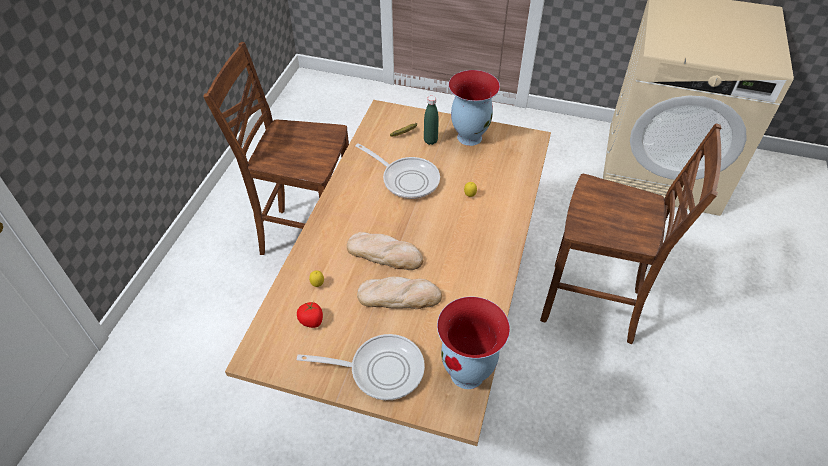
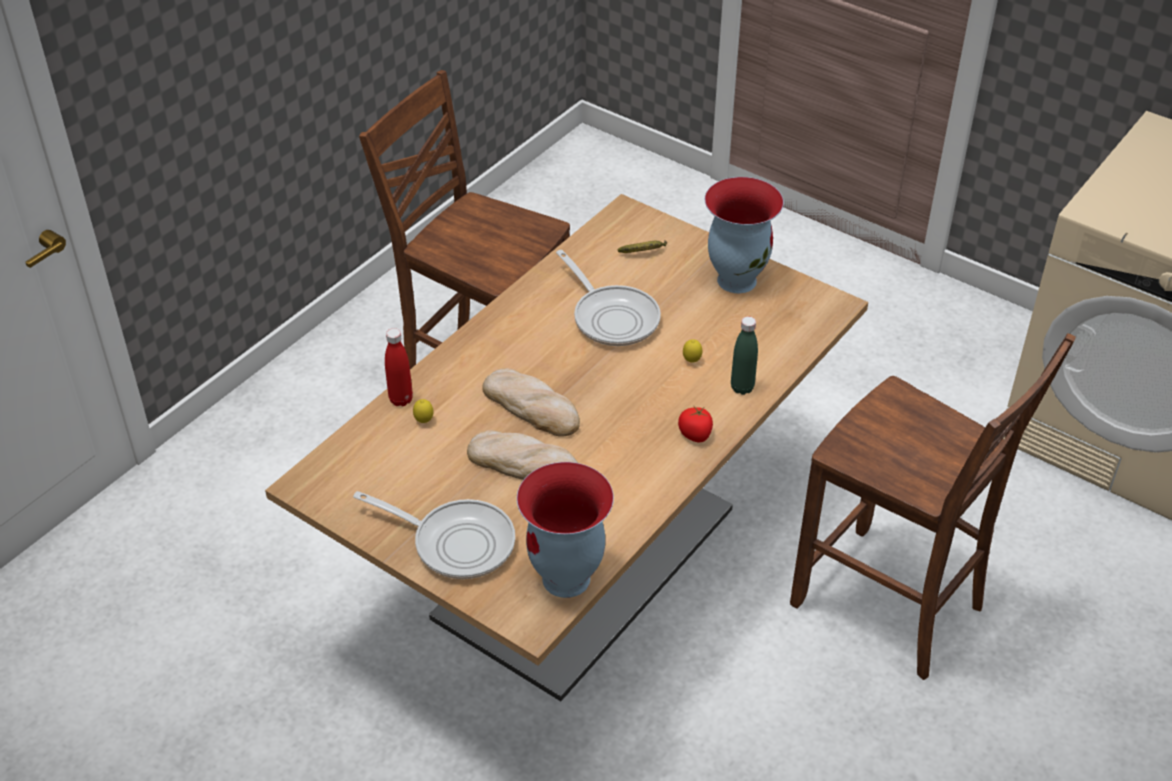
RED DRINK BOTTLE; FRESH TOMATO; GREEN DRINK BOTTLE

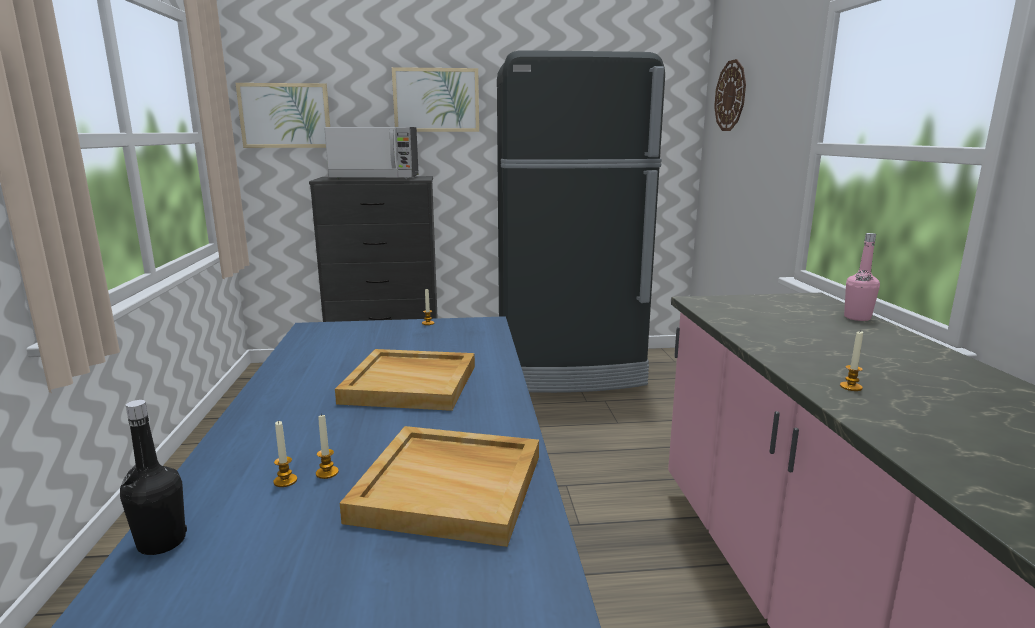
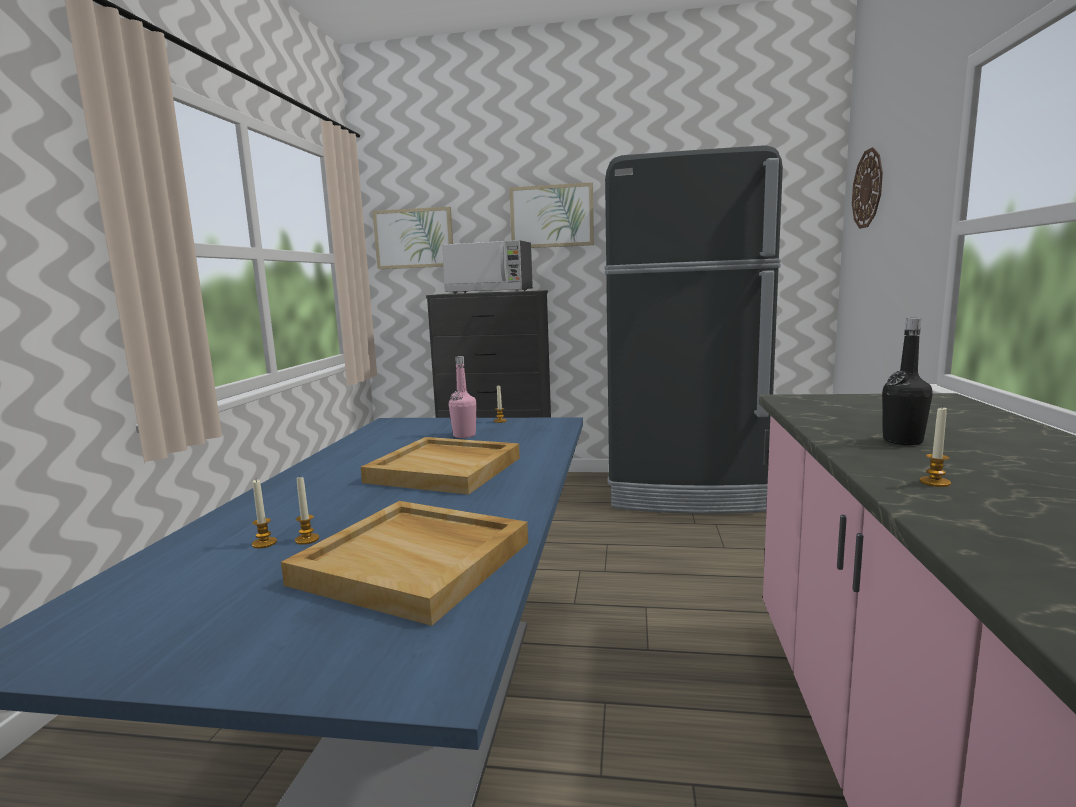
BLACKISH DRINK BOTTLE; PINK-COLOURED DRINK BOTTLE

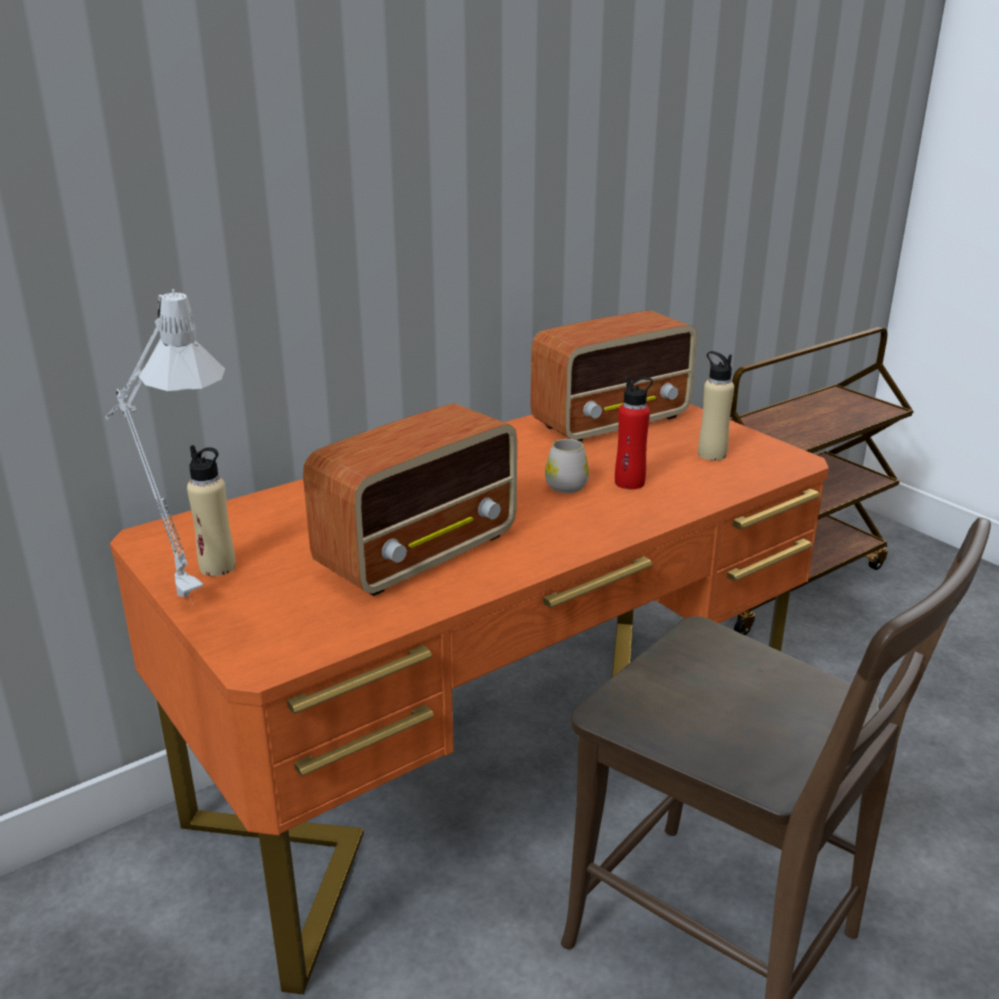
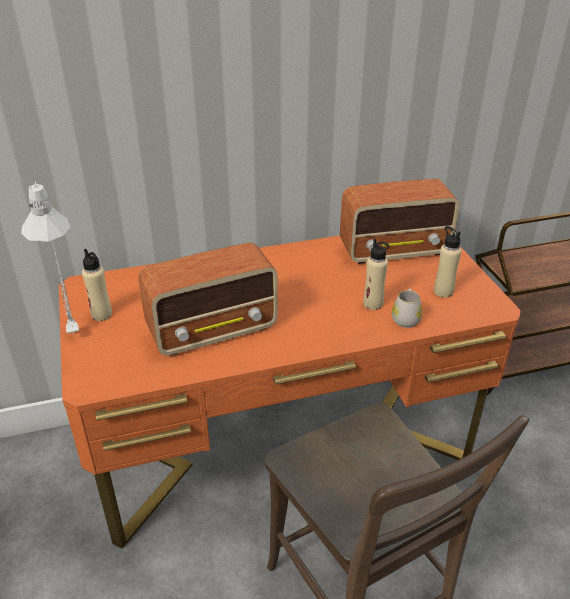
WHITE COFFEE MUG; SAND-COLOURED DRINK BOTTLE (no. 2 from left)

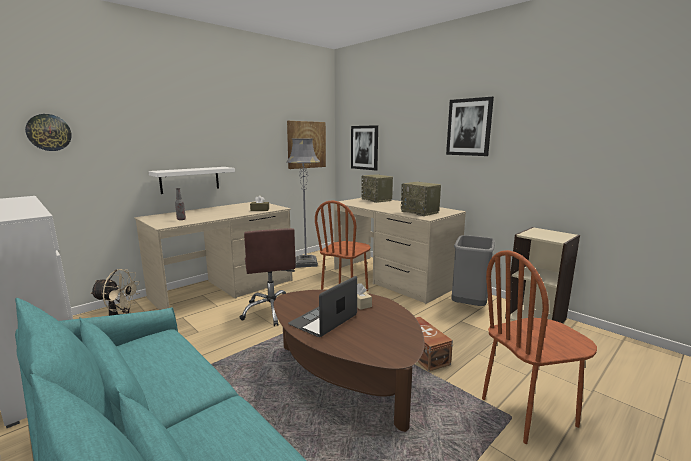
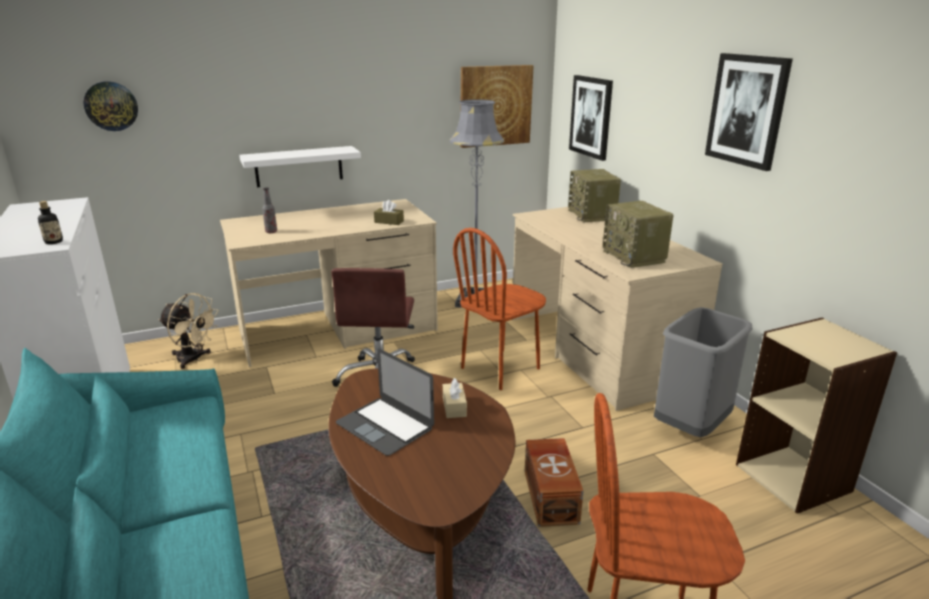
DRINK BOTTLE (no. 1 from left); NOTEBOOK COMPUTER

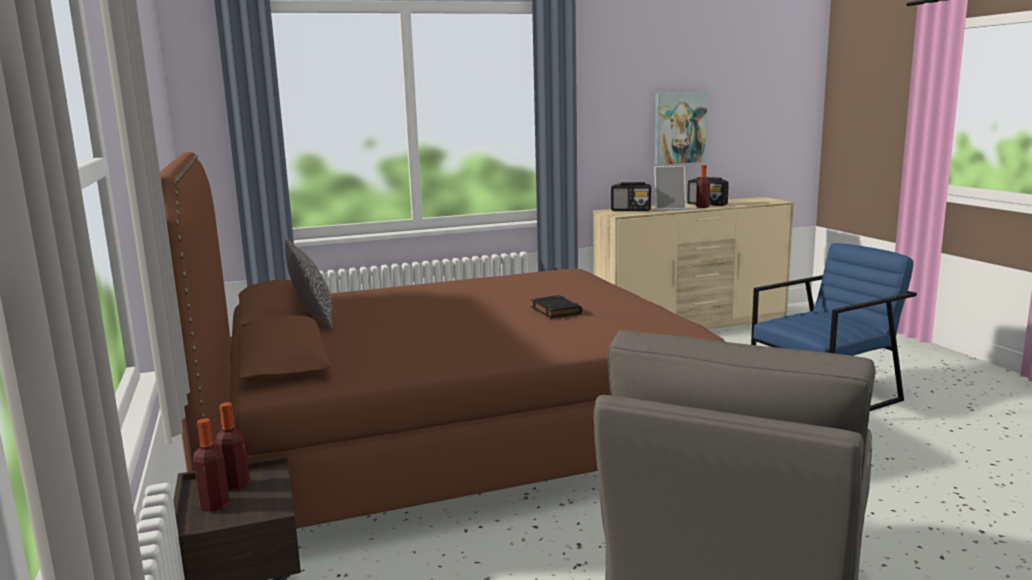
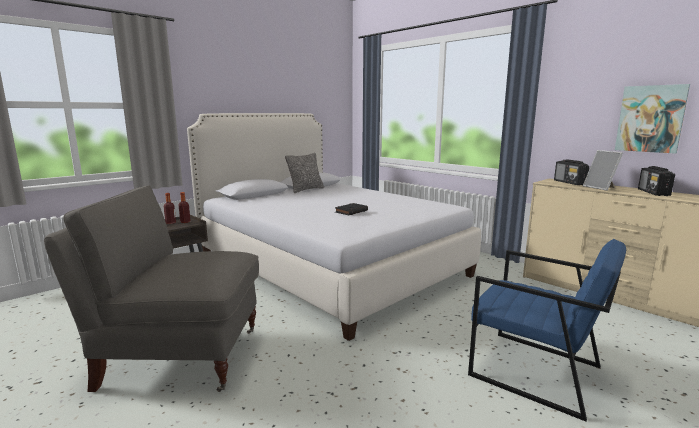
DRINK BOTTLE (no. 3 from left in the first image); WHITE BEDROOM BED

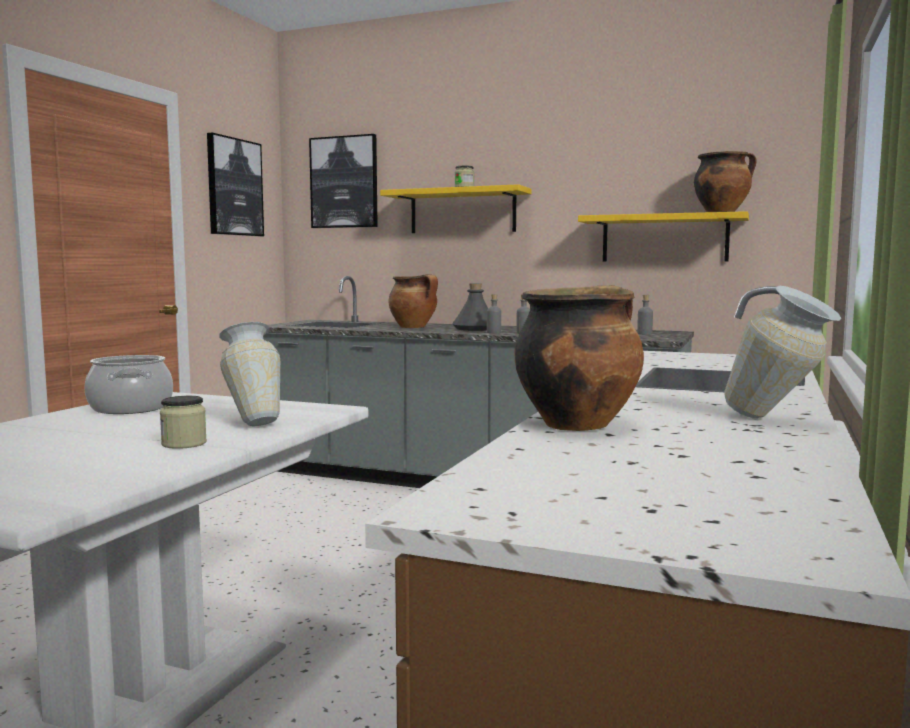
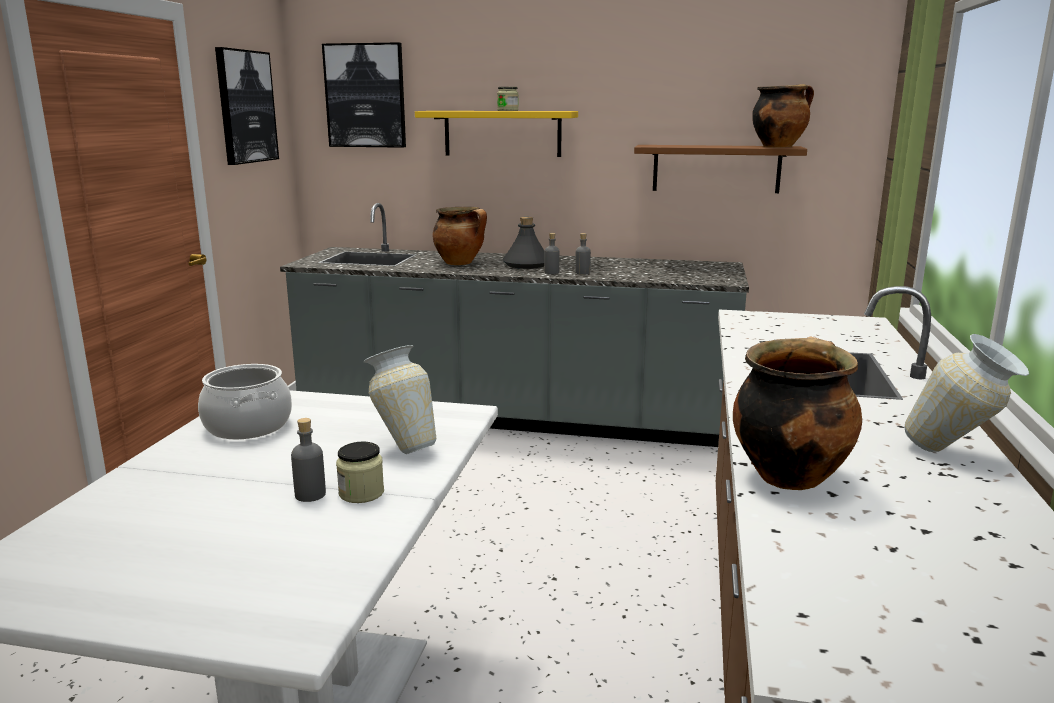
GREYISH DRINK BOTTLE (no. 1 from left); BROWN WALL SHELF

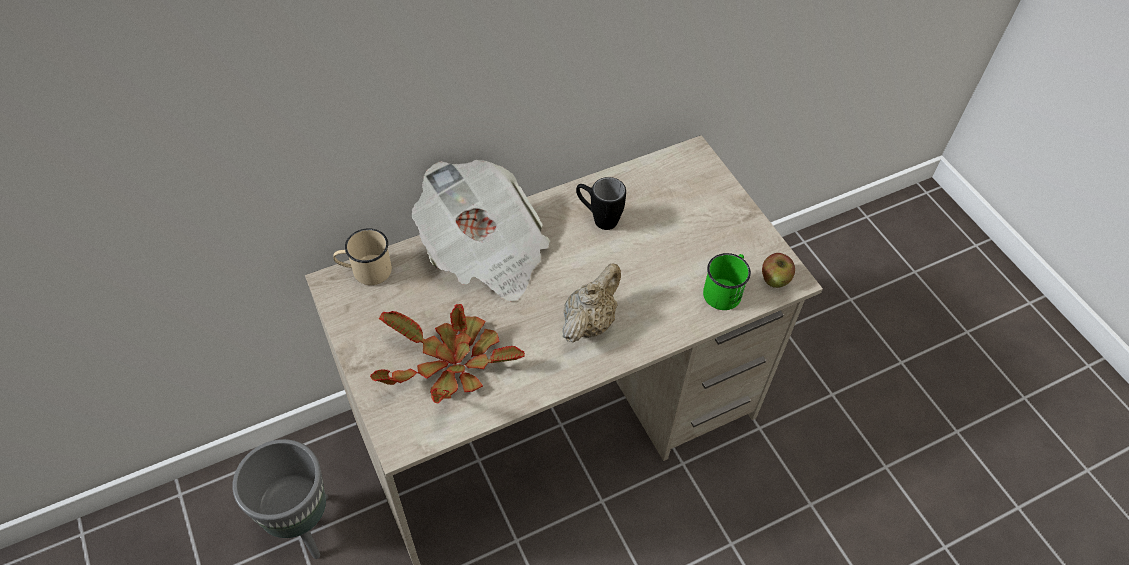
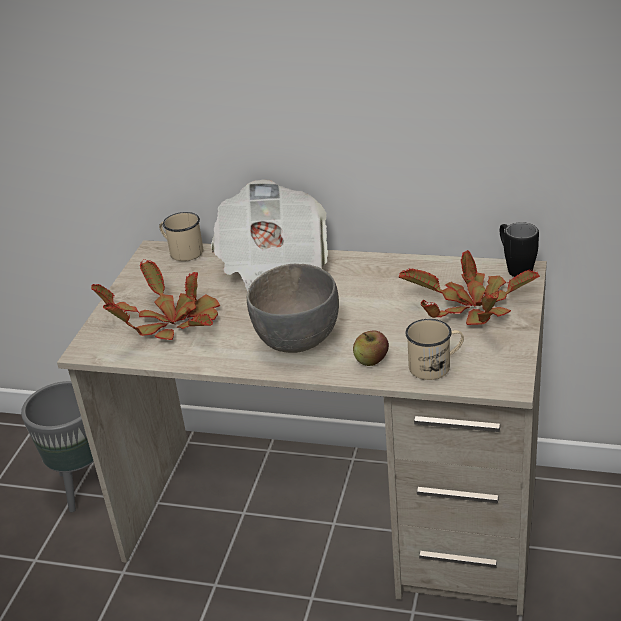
PLANT IN A POT (no. 2 from left); BLACKISH COFFEE MUG; WHOLE APPLE; GREYISH BOWL; SAND-COLOURED COFFEE MUG (no. 2 from left)

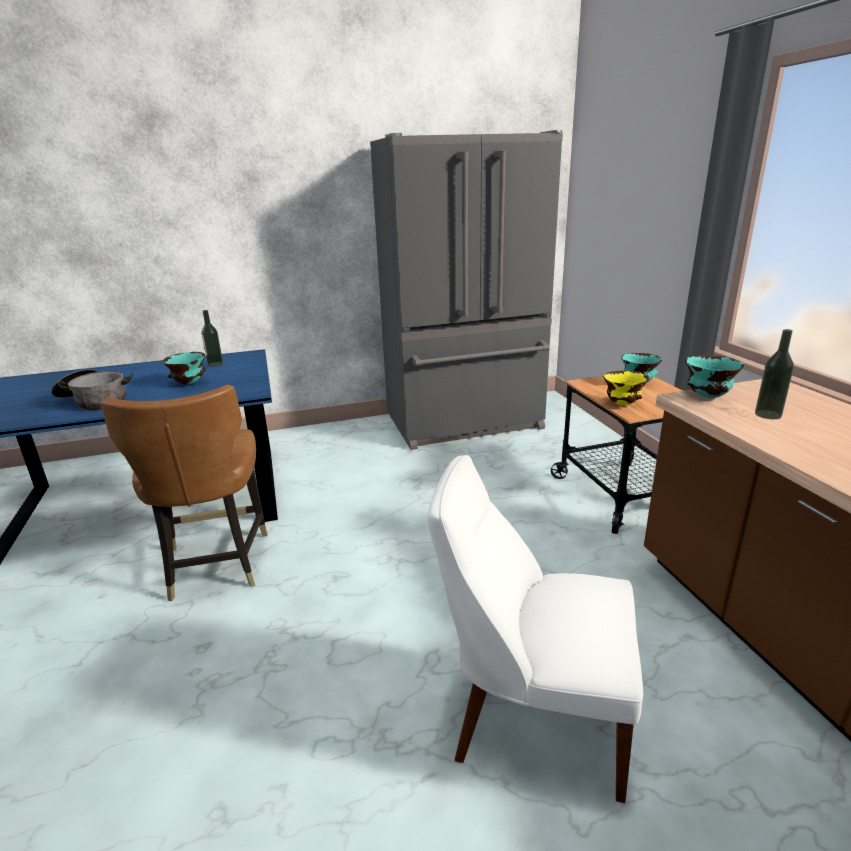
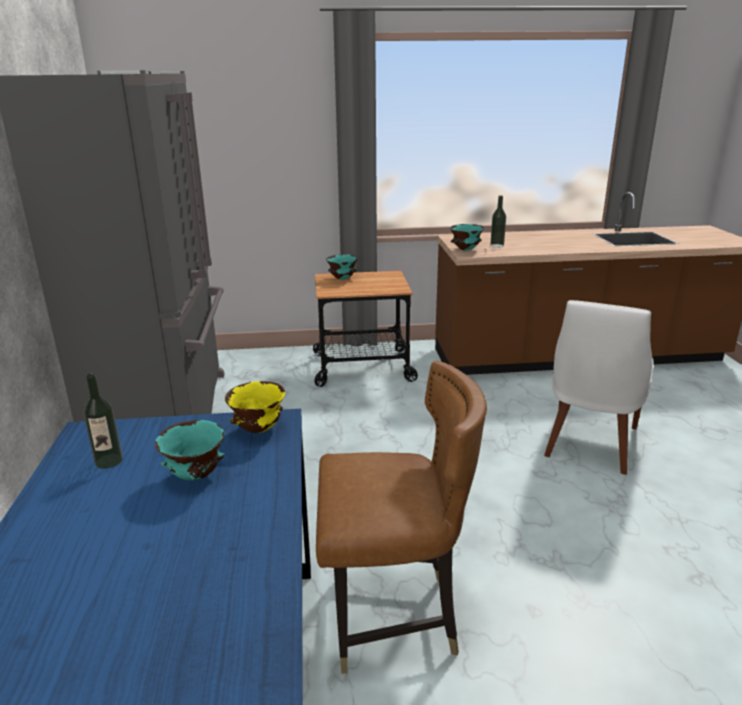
STOCKPOT; YELLOWISH BOWL

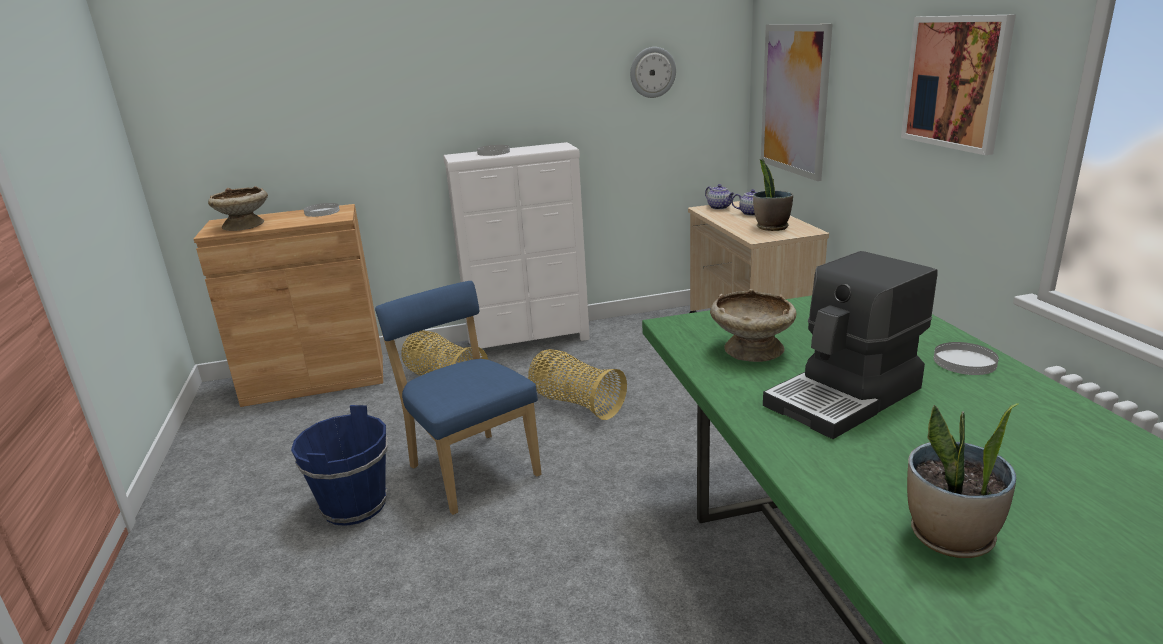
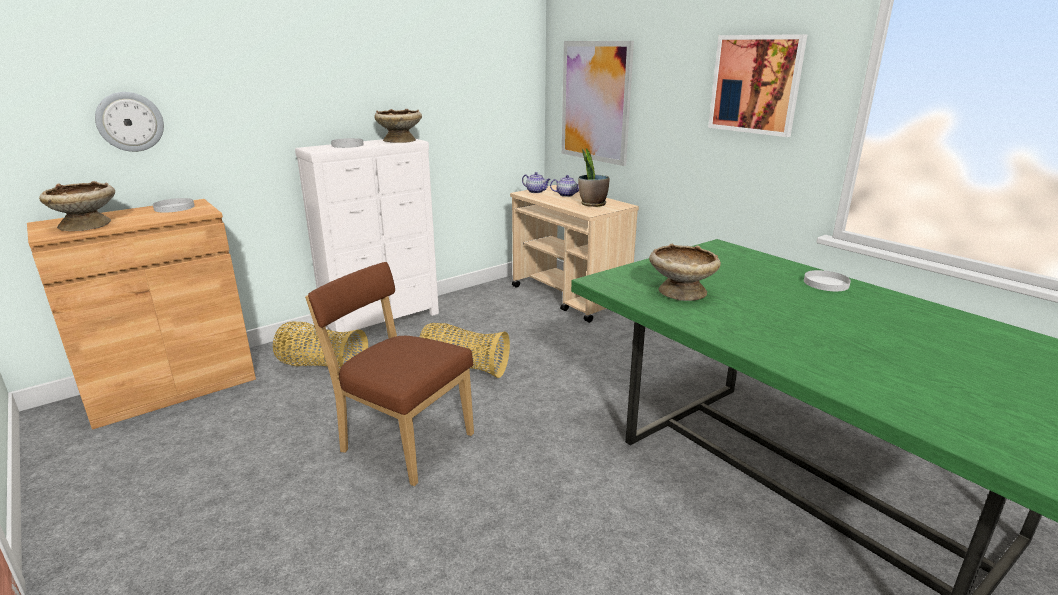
BLUE BUCKET; COFFEE MACHINE; PLANT IN A POT (no. 2 from left in the first image); SAND-COLOURED BOWL (no. 2 from left); HANGING CLOCK; BROWN PLAIN CHAIR

